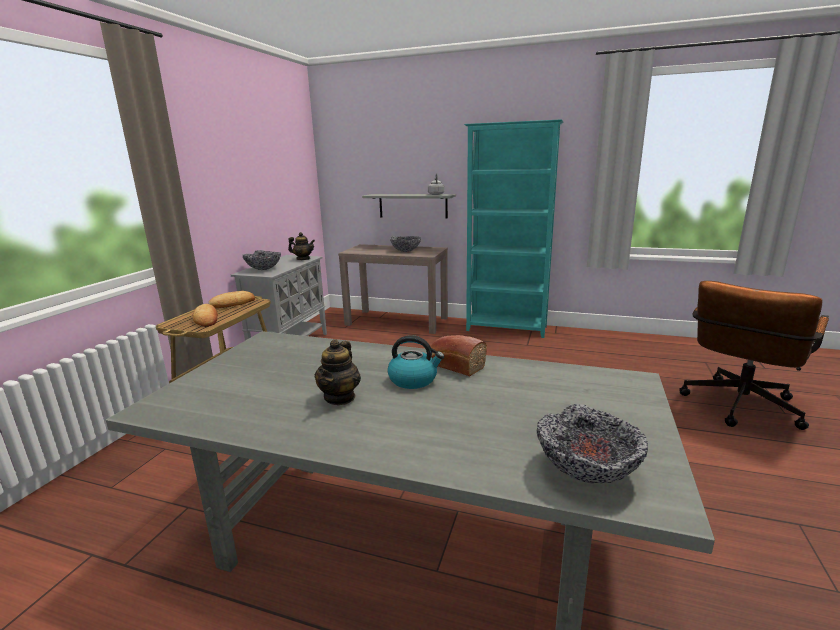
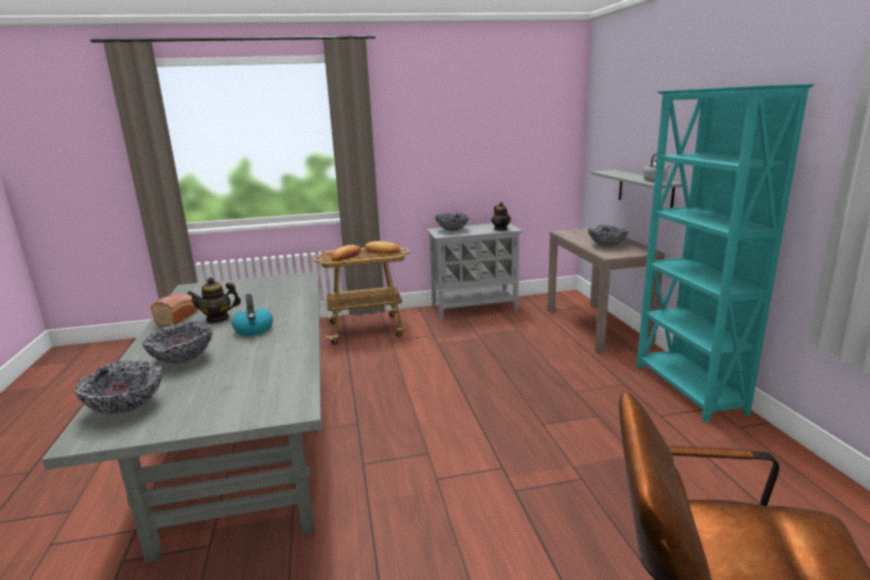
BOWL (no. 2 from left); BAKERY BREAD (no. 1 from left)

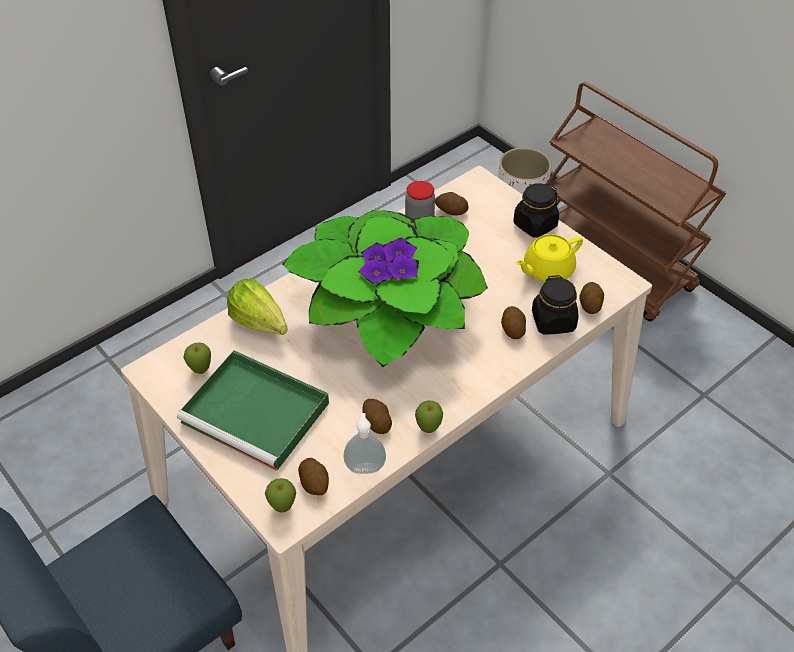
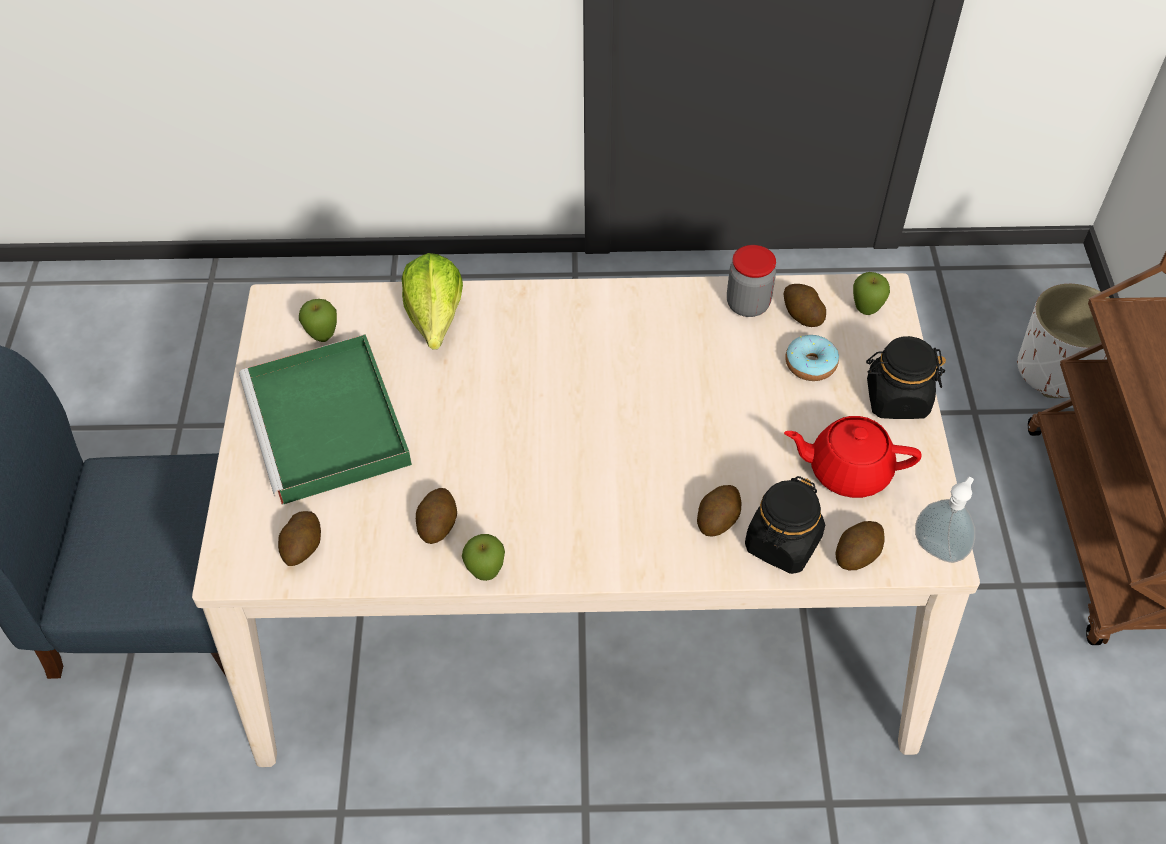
PLANT IN A POT; DONUT; WHOLE APPLE (no. 3 from left); SOAP BOTTLE; RED TEAPOT

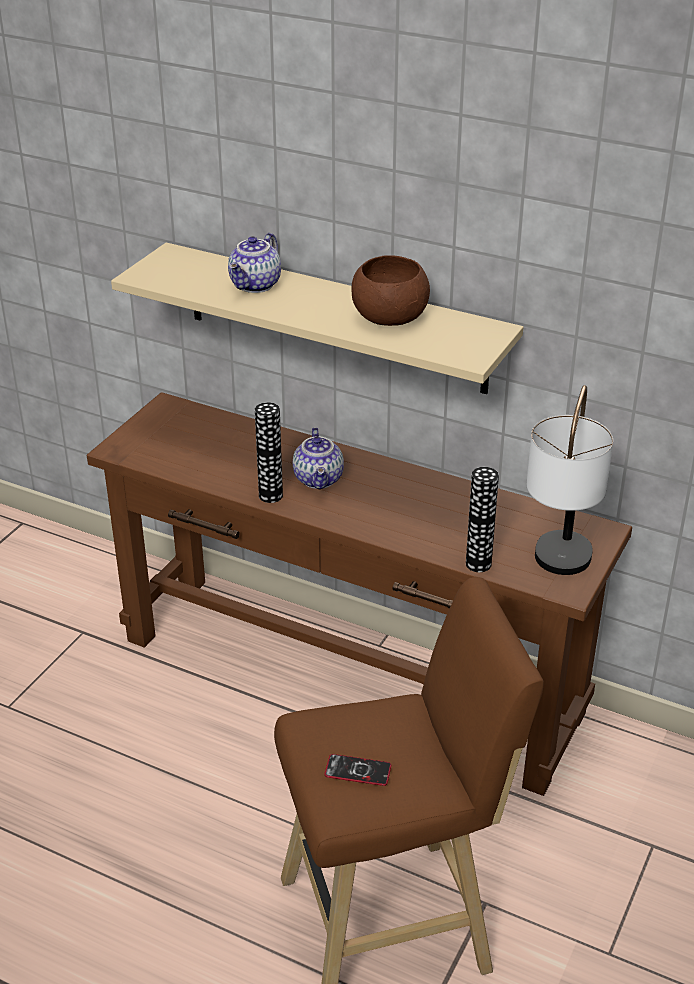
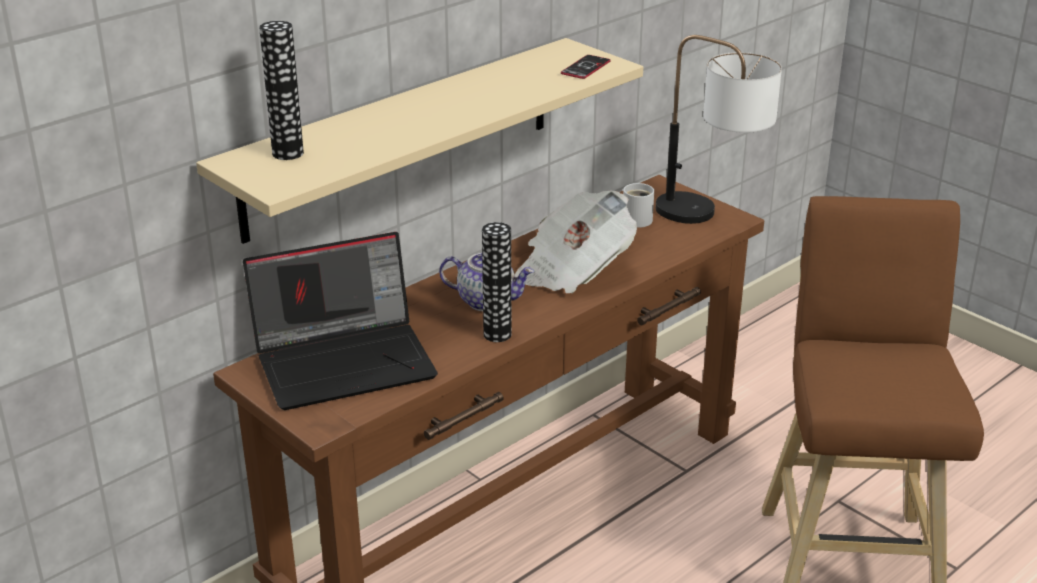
TEAPOT (no. 1 from left in the first image); BROWN BOWL; NOTEBOOK COMPUTER; PRINTED PAPER; WHITE COFFEE MUG; HANDSET; FLOWER VASE (no. 1 from left)

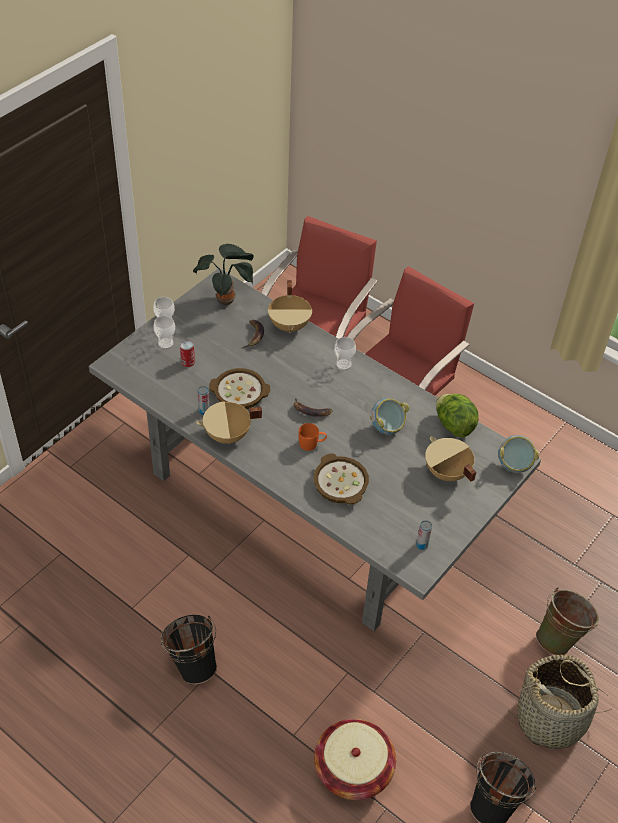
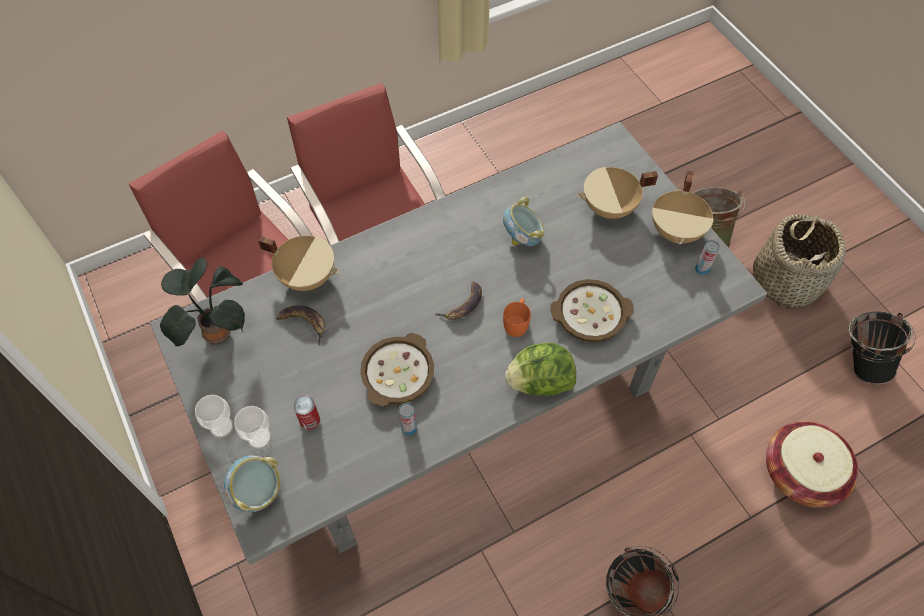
SMALL CUP (no. 3 from left in the first image); SAND-COLOURED STOCKPOT (no. 3 from left); HEAD OF LETTUCE; BOWL (no. 1 from left)

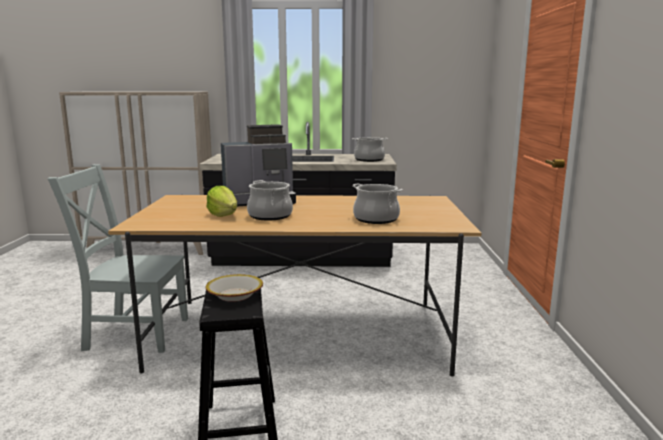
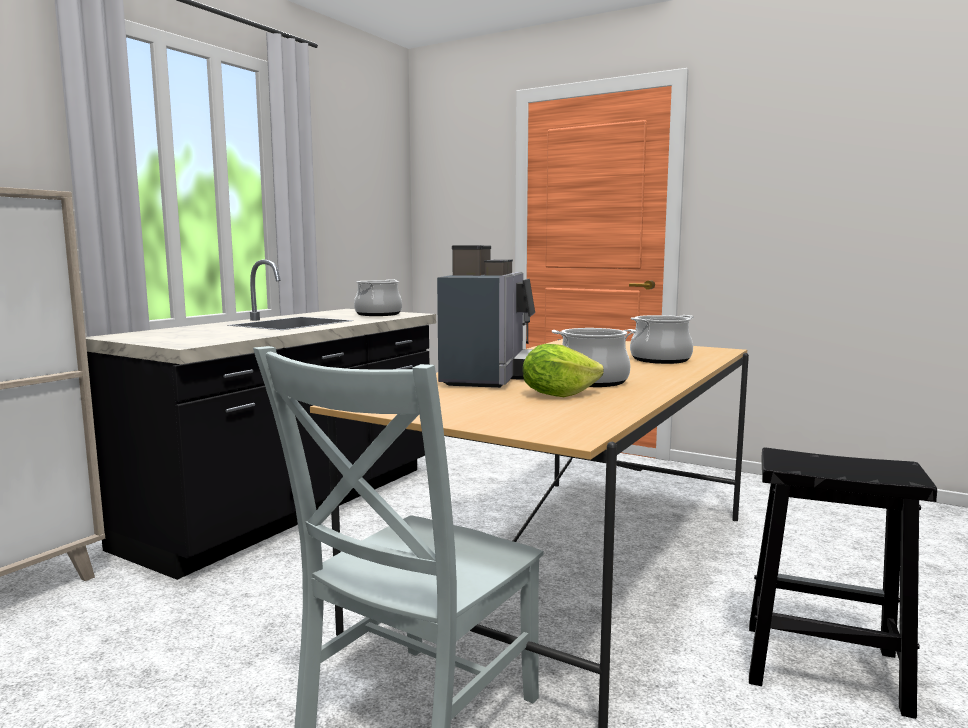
BOWL

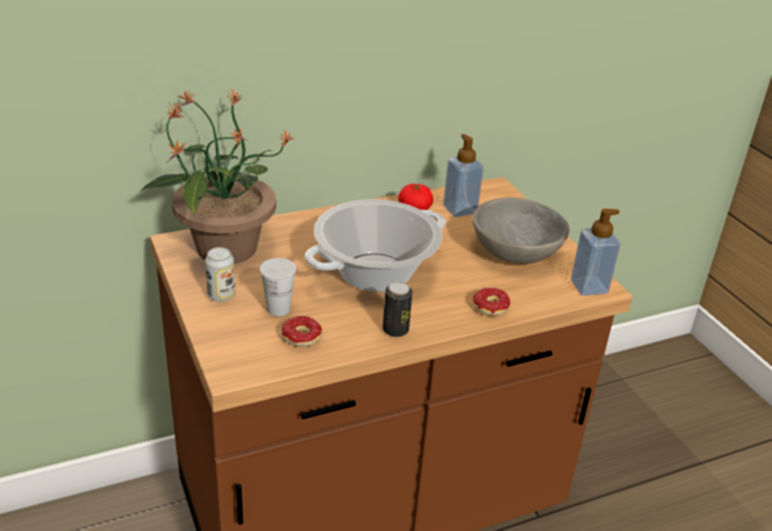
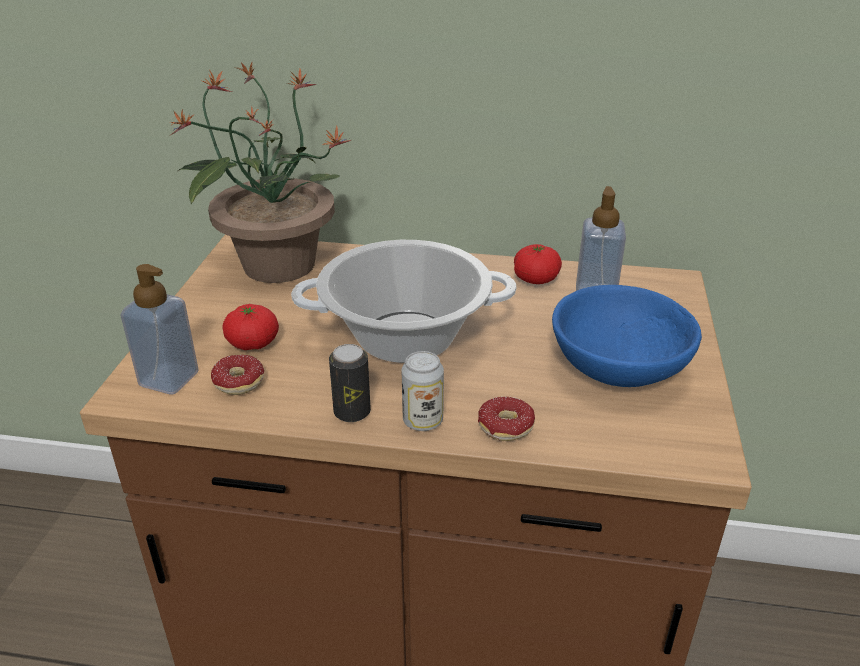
SEALED CAN (no. 2 from left); SOAP BOTTLE (no. 1 from left); FRESH TOMATO (no. 1 from left); BLUE BOWL

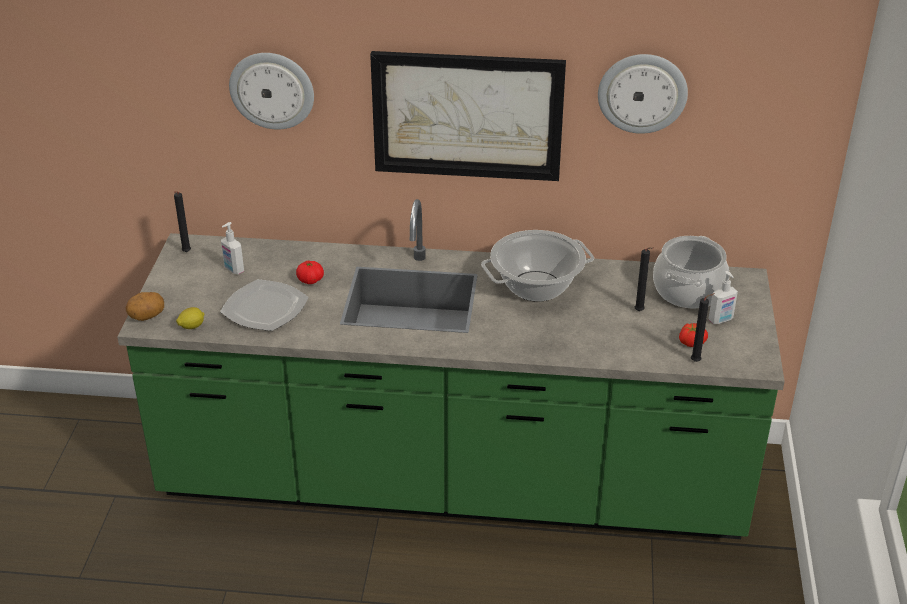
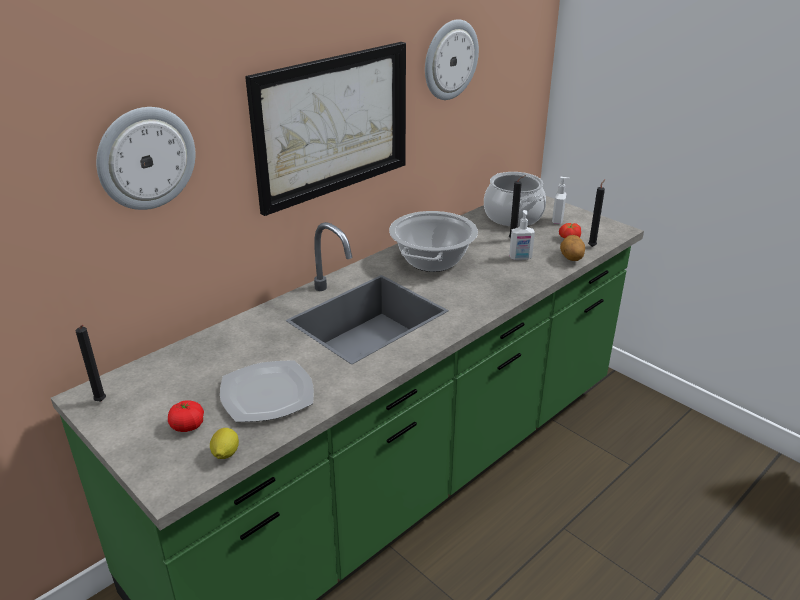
WHOLE POTATO; SOAP BOTTLE (no. 1 from left); FRESH TOMATO (no. 1 from left)

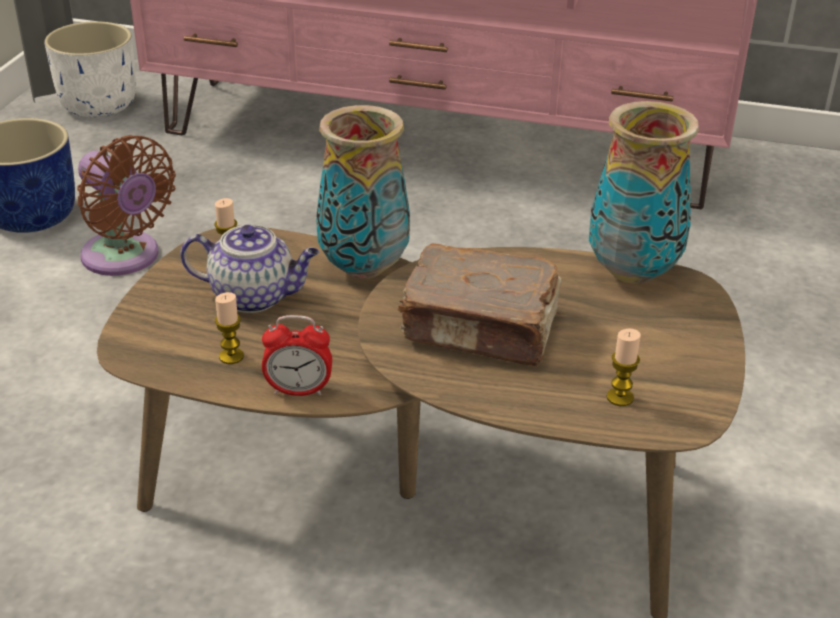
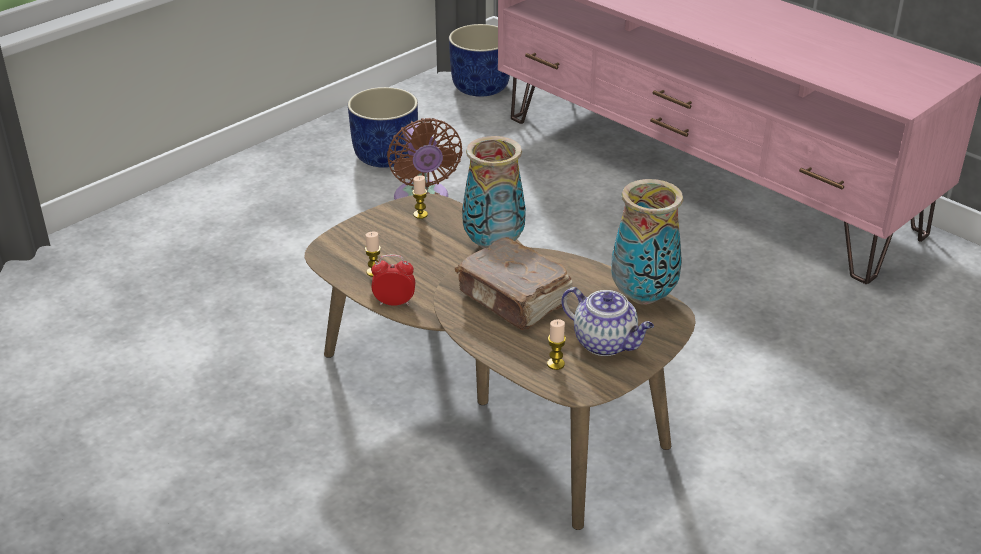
TEAPOT; BLUE FLOWER POT (no. 2 from left); TABLE CLOCK

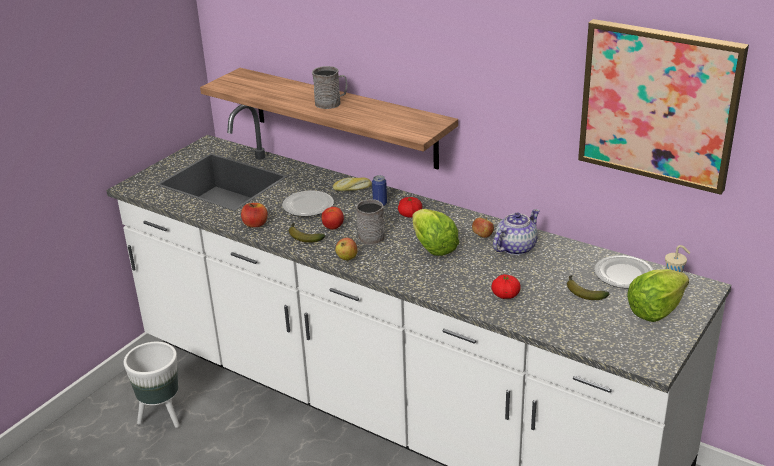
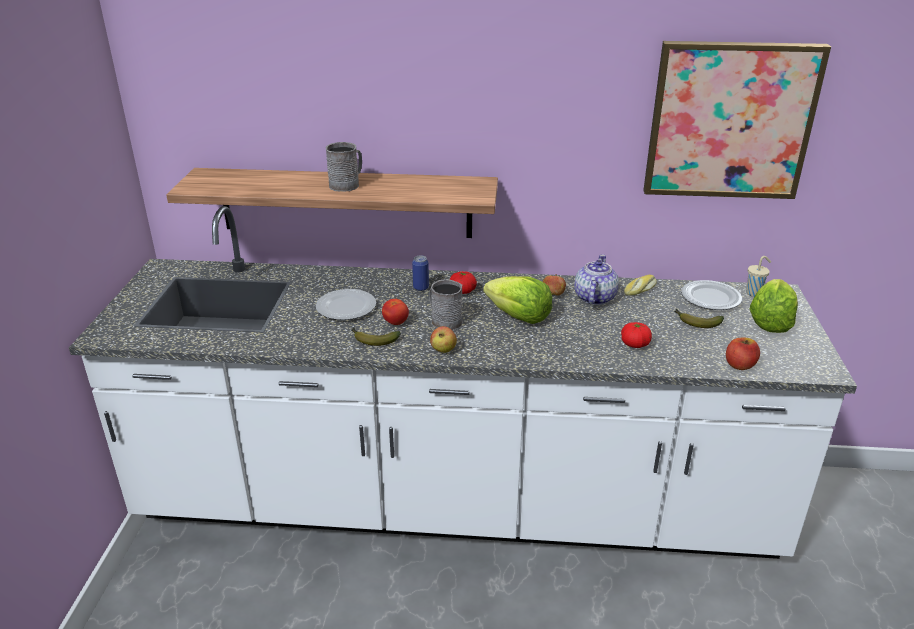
WHITE FLOWER POT; WHOLE APPLE (no. 3 from left); BAKERY BREAD

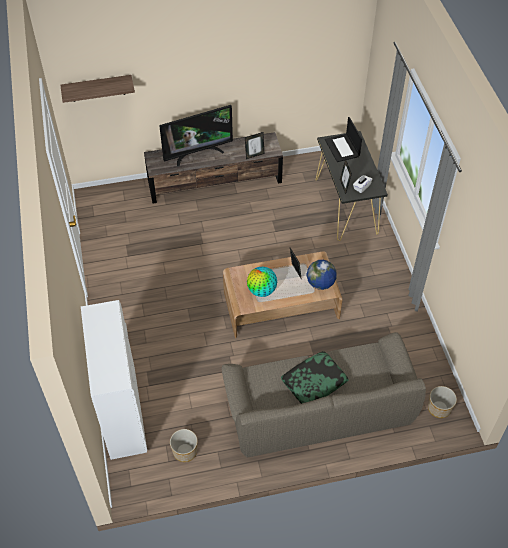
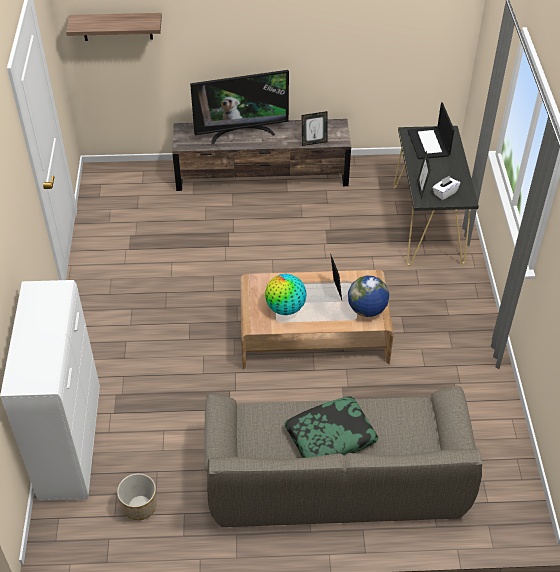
FLOWER POT (no. 2 from left in the first image)

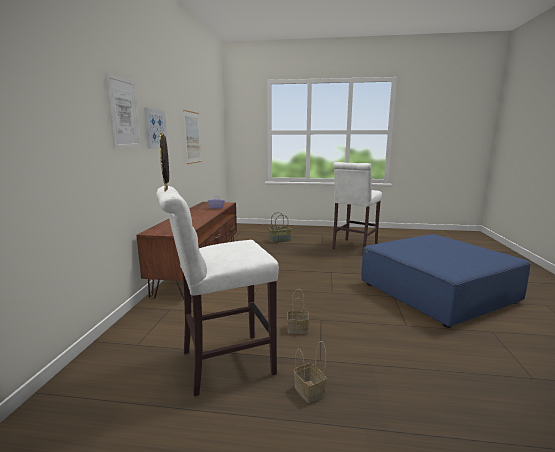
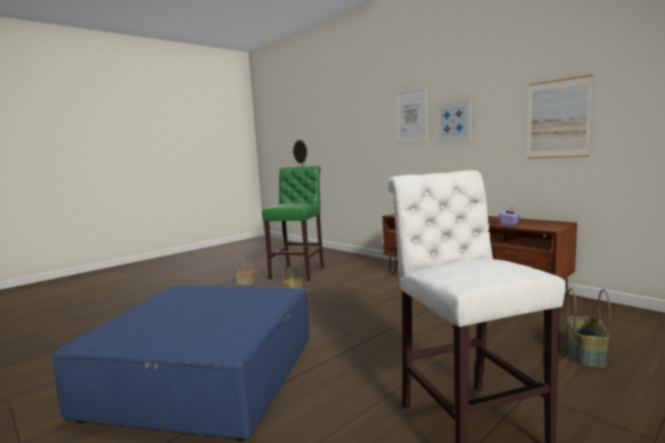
GREEN STOOL SEAT

